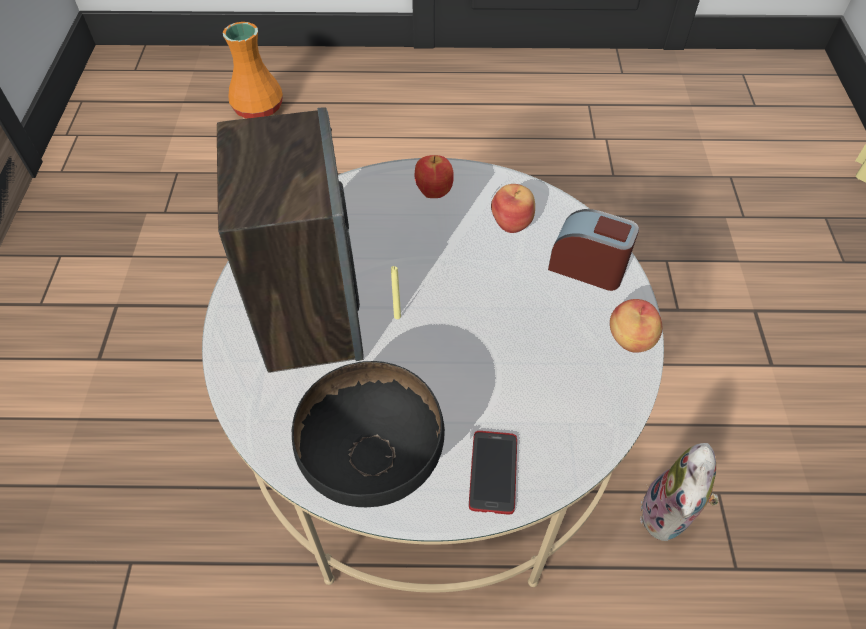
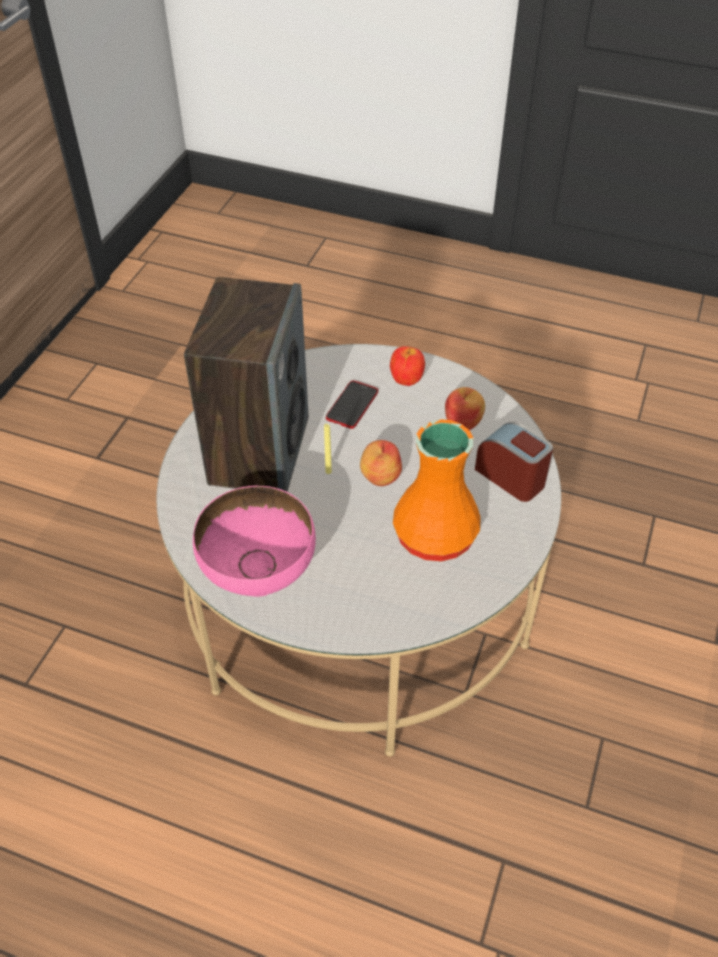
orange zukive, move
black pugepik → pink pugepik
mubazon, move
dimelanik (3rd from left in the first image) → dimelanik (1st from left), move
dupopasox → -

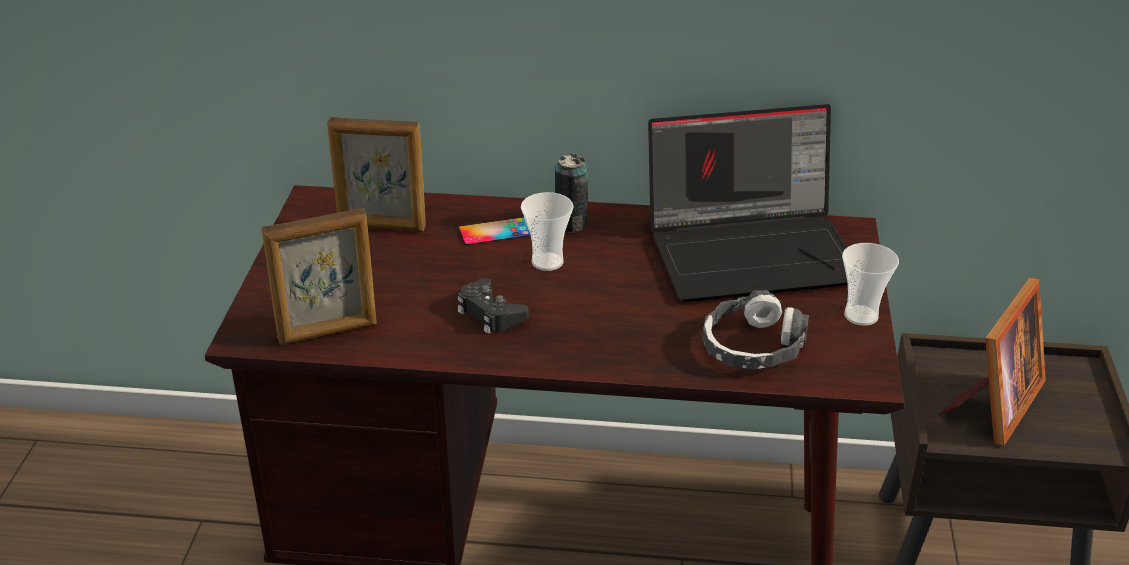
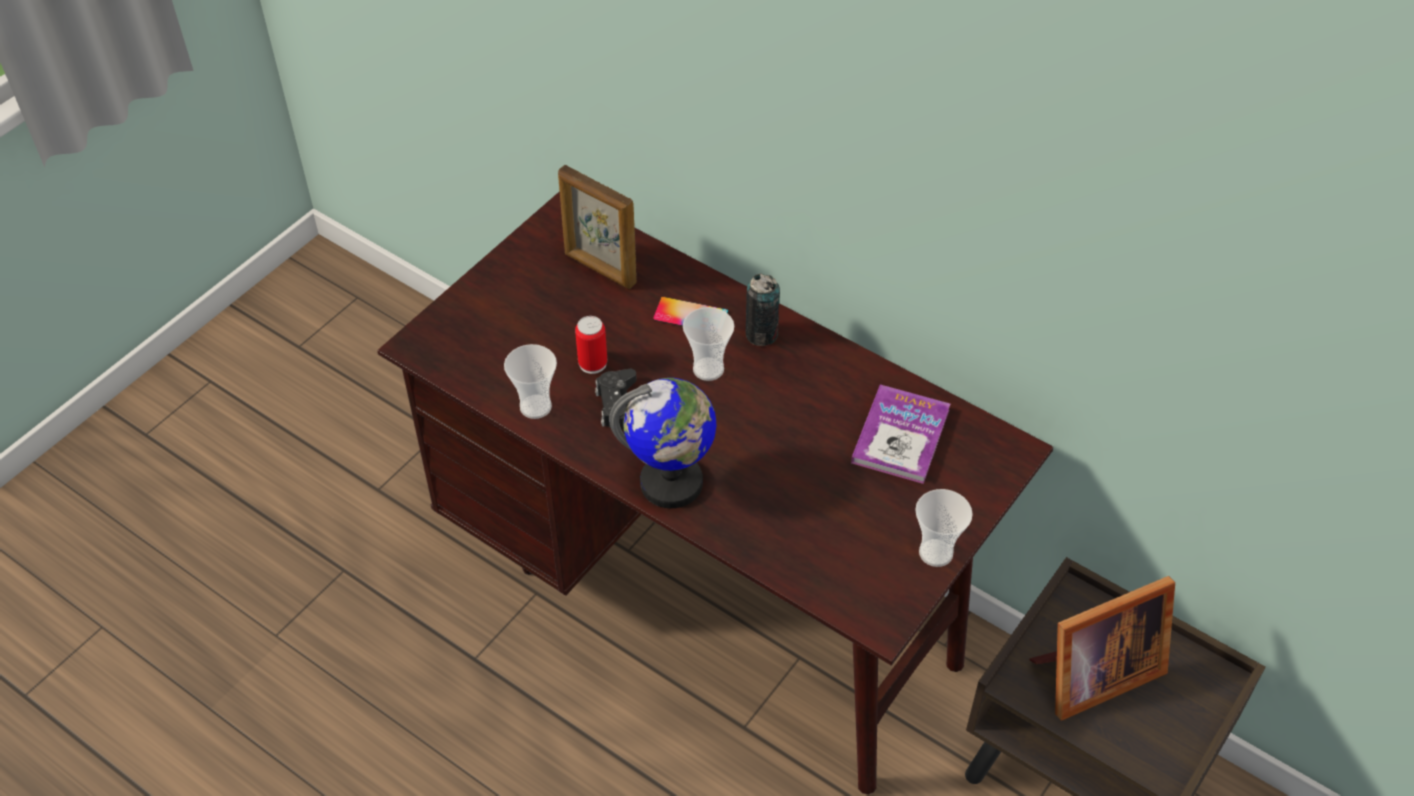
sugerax (1st from left) → -
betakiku → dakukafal
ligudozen → -
- → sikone (1st from left)
- → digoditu (1st from left)
- → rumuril

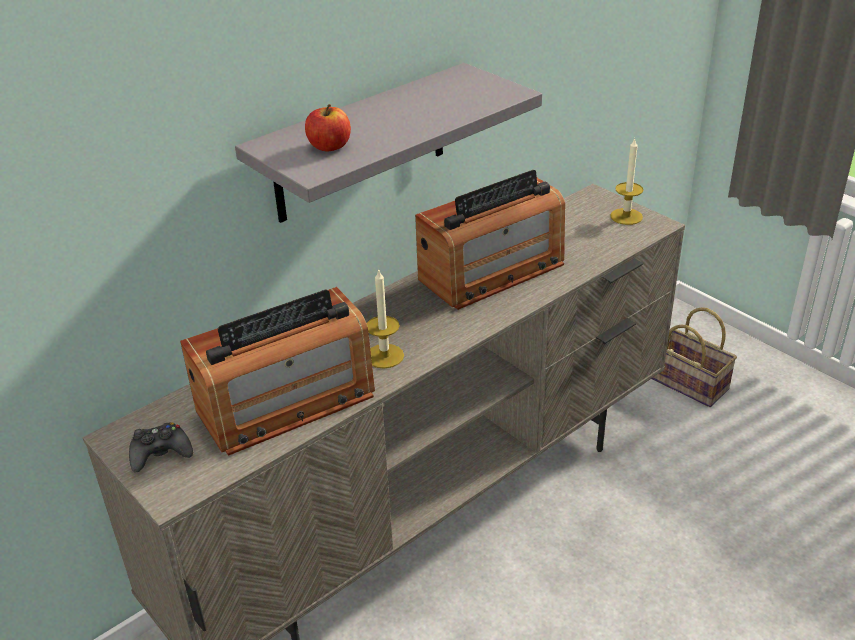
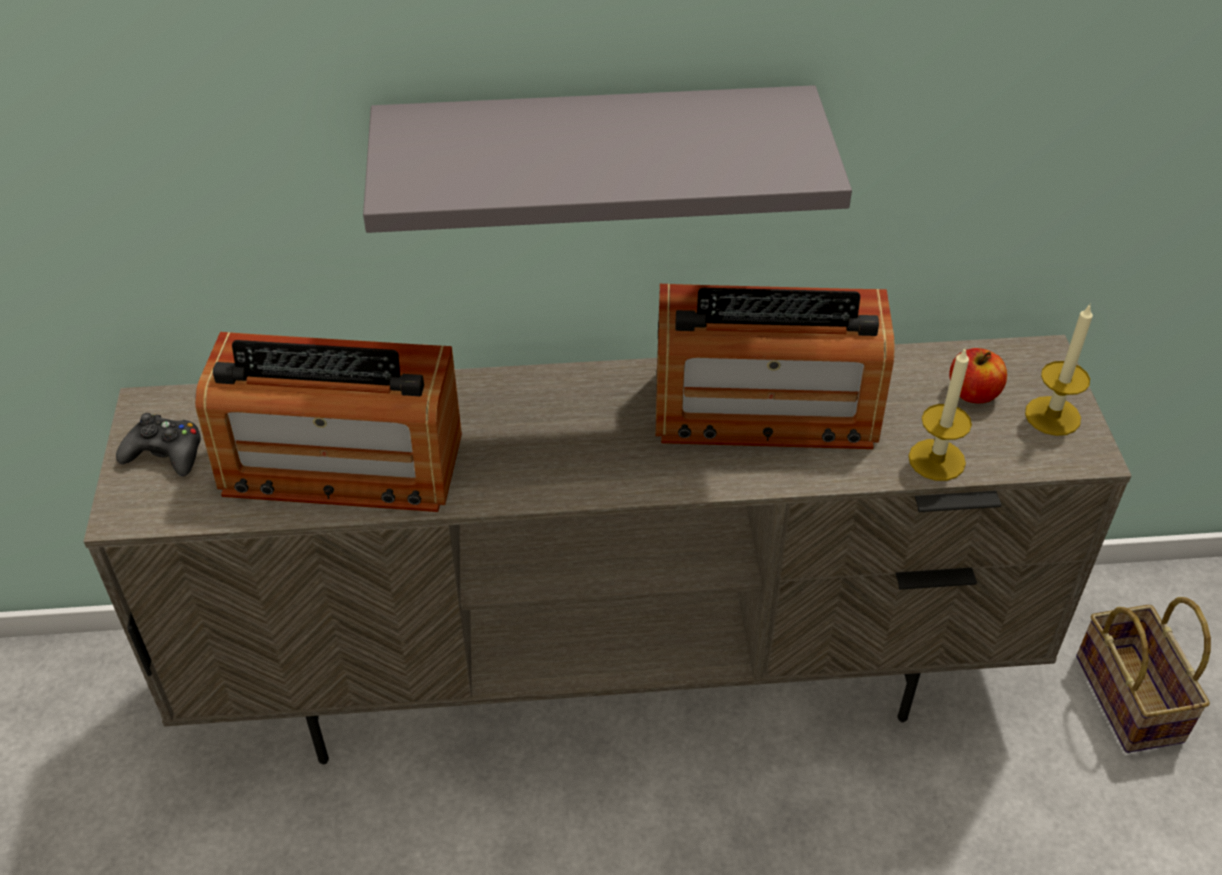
dimelanik, move
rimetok (1st from left), move

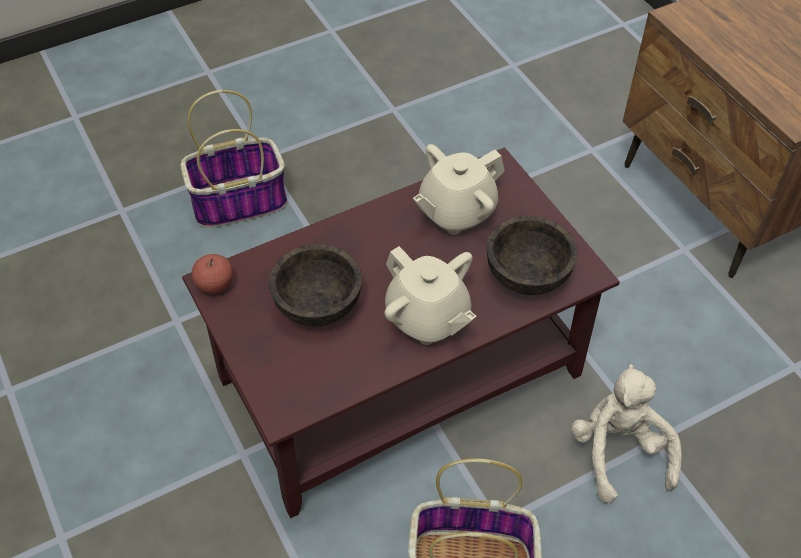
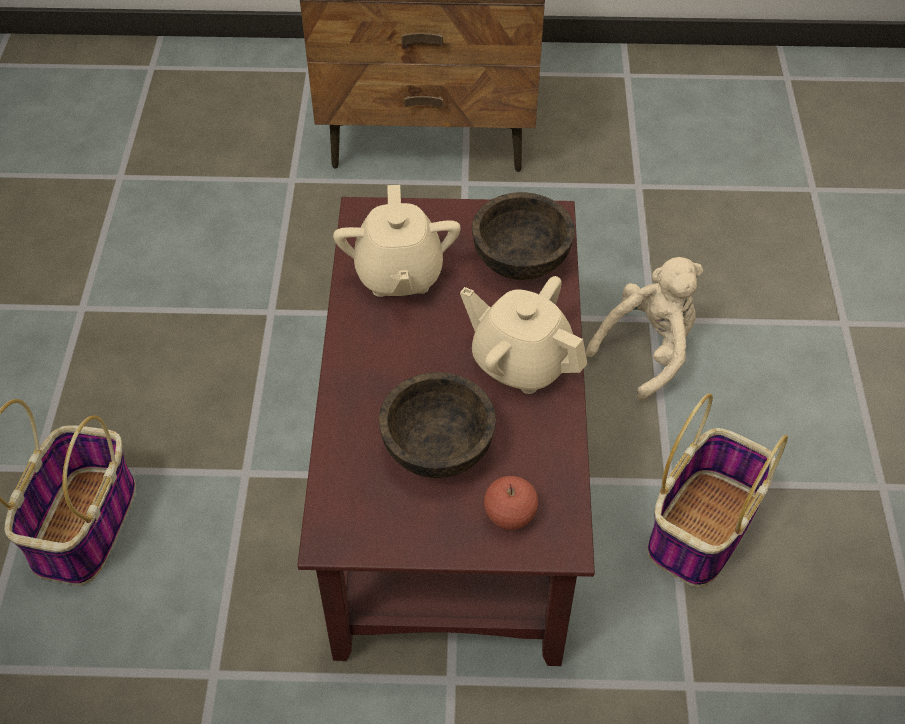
dimelanik, move
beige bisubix (1st from left in the first image) → beige bisubix (2nd from left), 135 degrees counterclockwise
beige dupopasox, 120 degrees clockwise

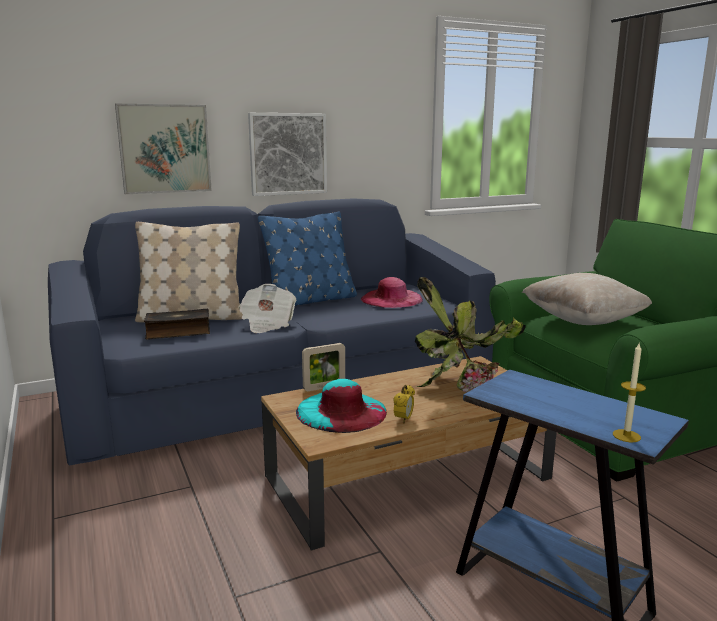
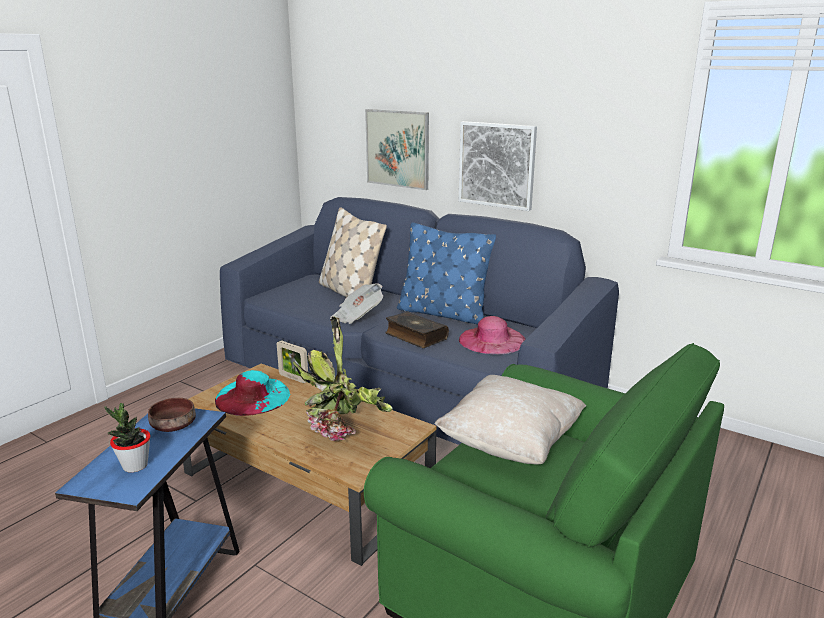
dakukafal, move
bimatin → -
rimetok → -
- → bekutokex (1st from left)
- → brown pugepik

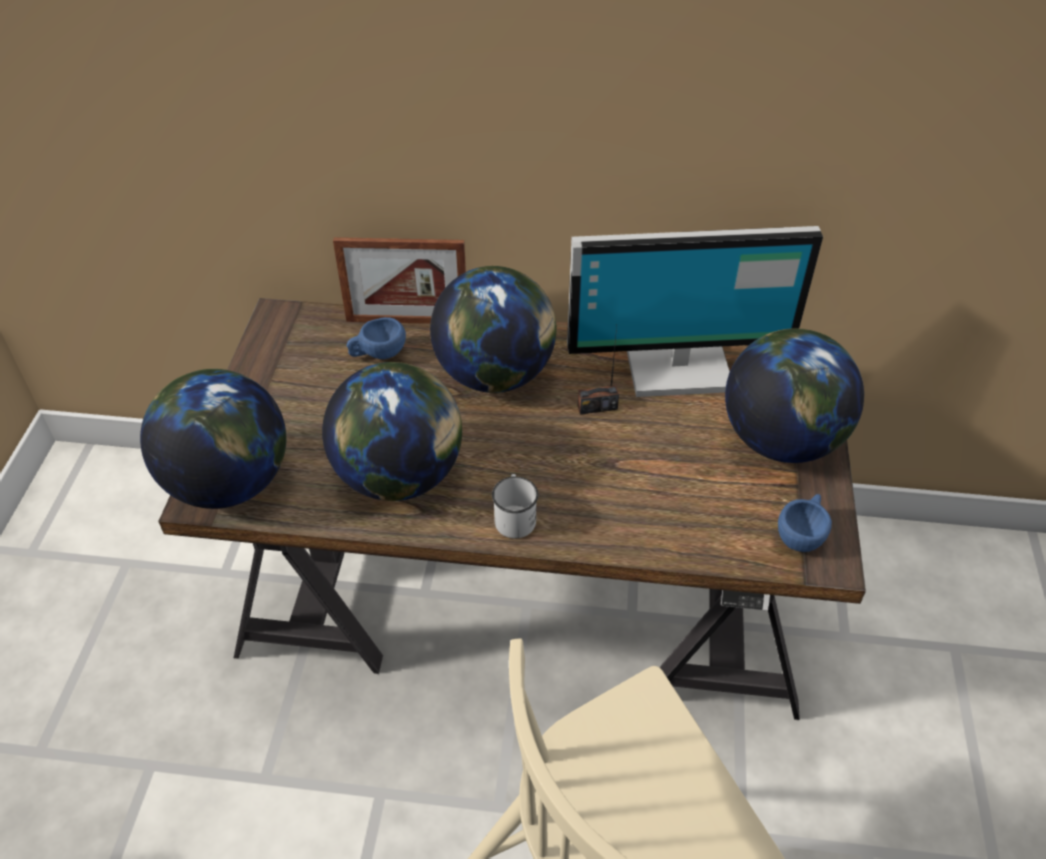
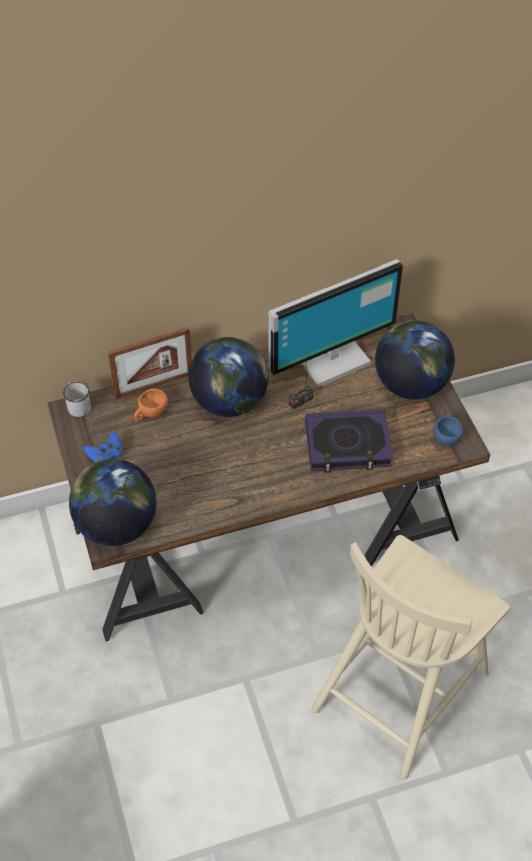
rumuril (2nd from left) → -
blue sikone (1st from left) → orange sikone
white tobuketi, move
- → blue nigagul
- → dakukafal

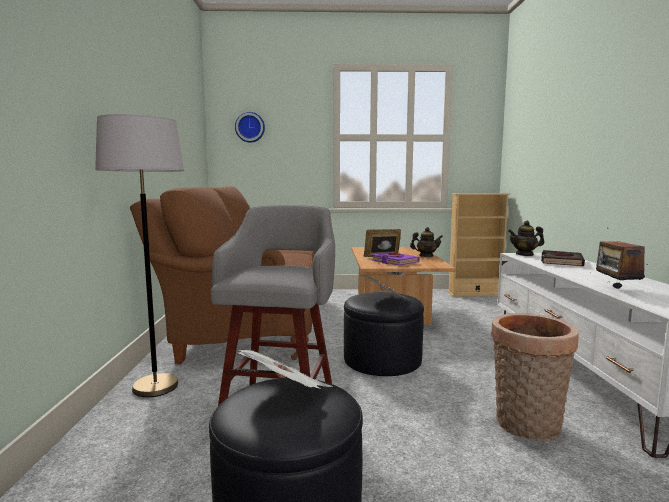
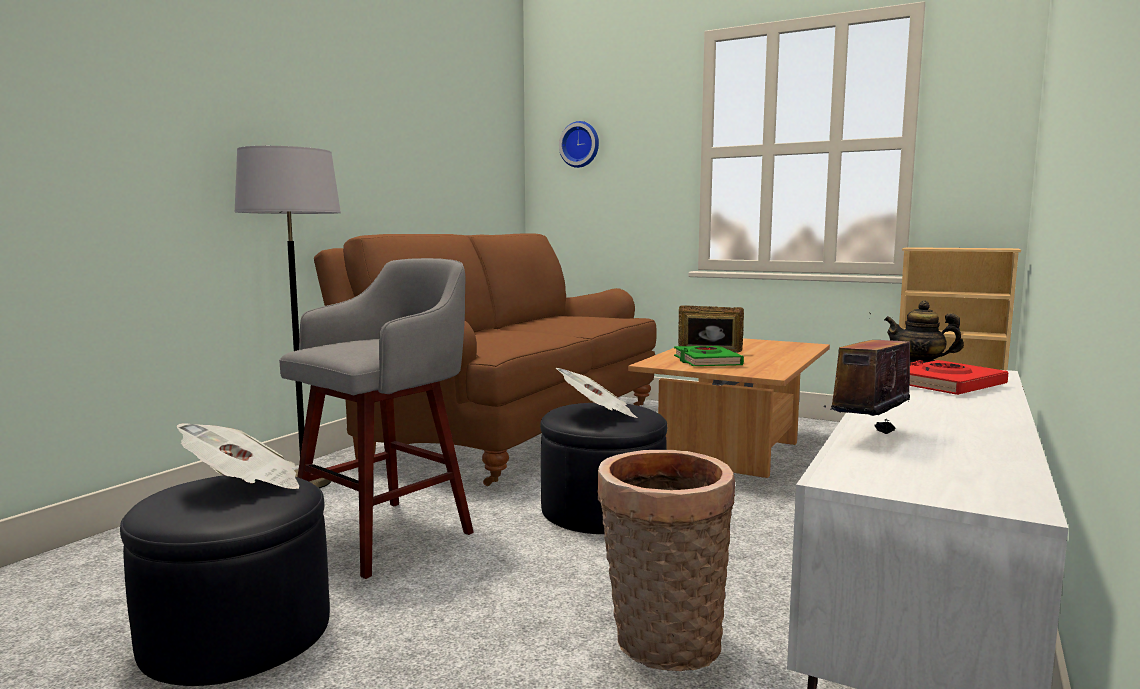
purple dakukafal → green dakukafal
bisubix (1st from left) → -
black dakukafal → red dakukafal

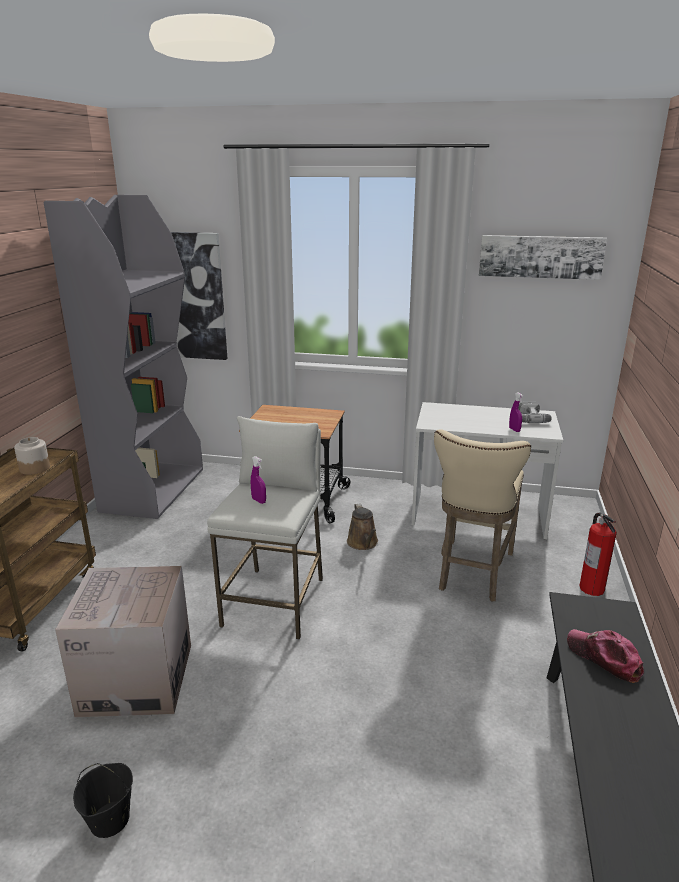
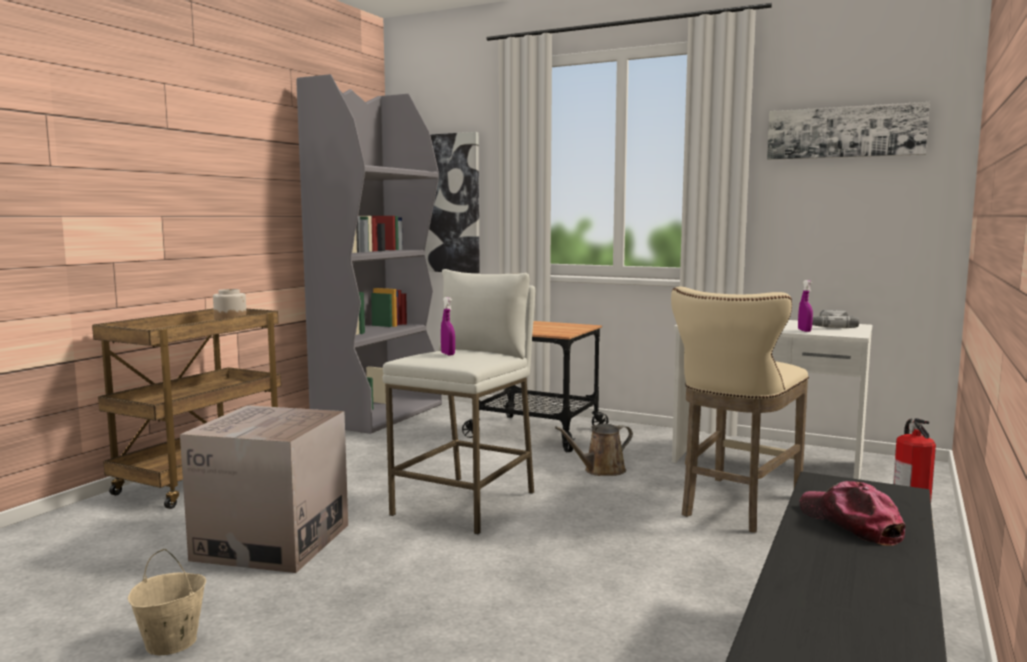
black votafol → beige votafol
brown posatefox, 60 degrees clockwise

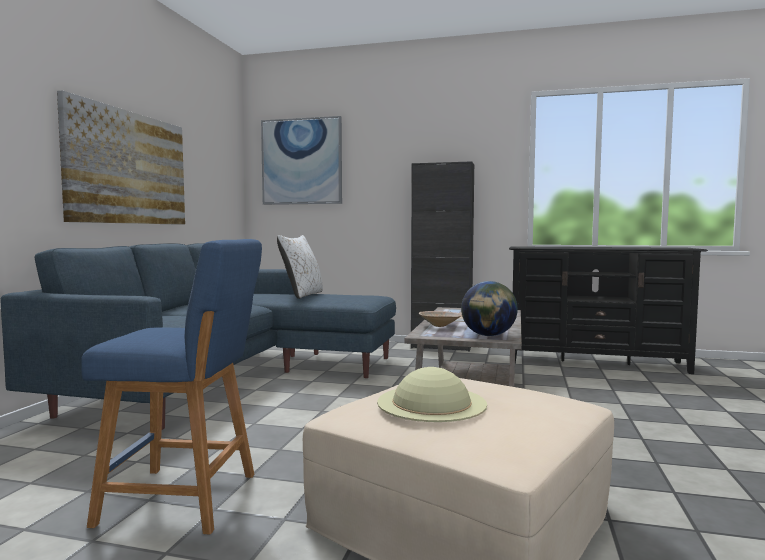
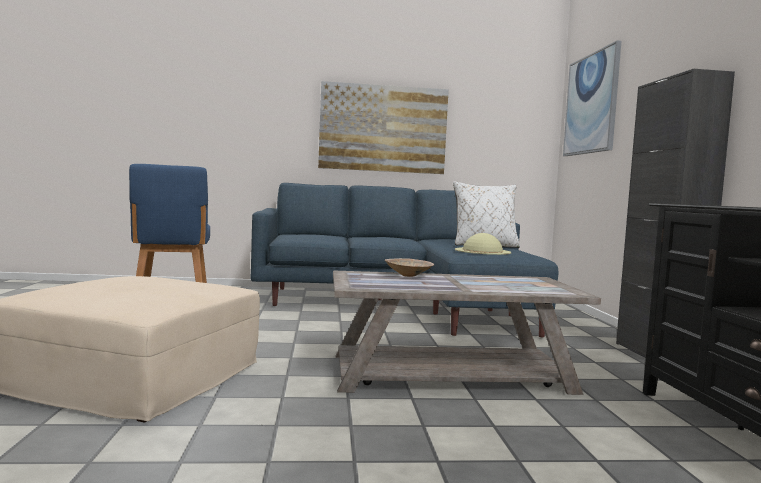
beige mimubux, move
rumuril → -

